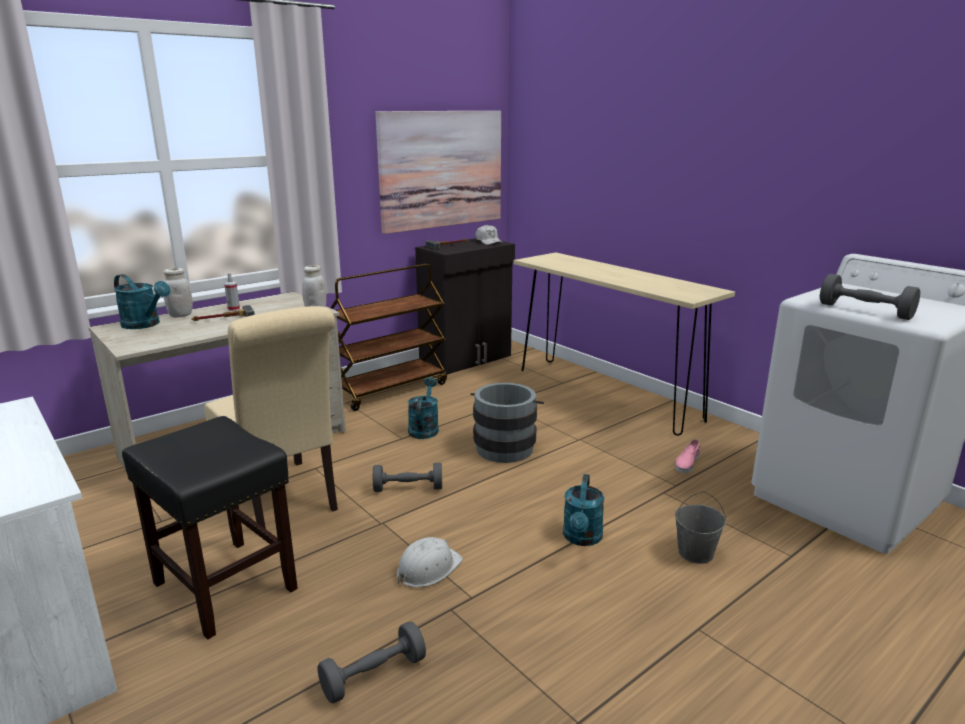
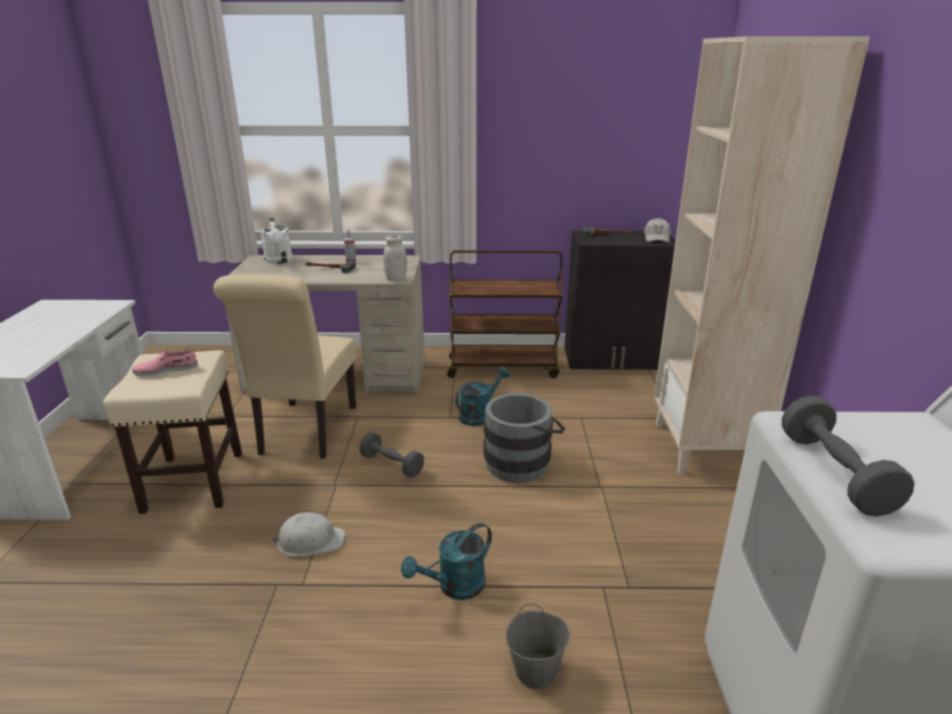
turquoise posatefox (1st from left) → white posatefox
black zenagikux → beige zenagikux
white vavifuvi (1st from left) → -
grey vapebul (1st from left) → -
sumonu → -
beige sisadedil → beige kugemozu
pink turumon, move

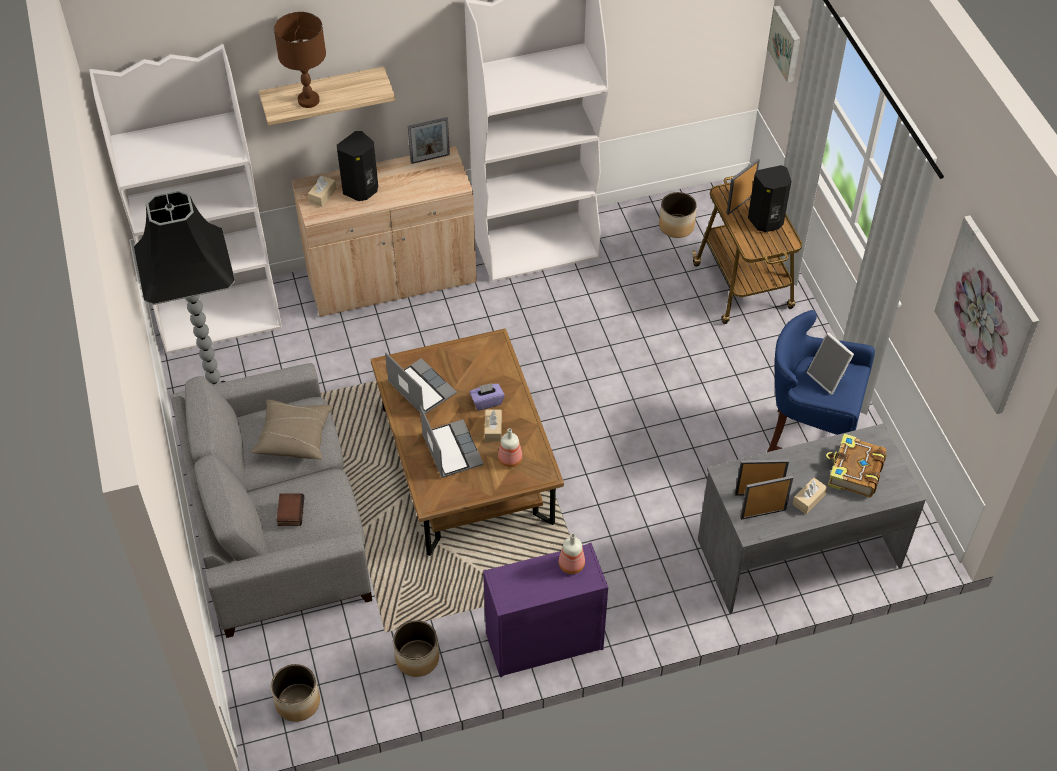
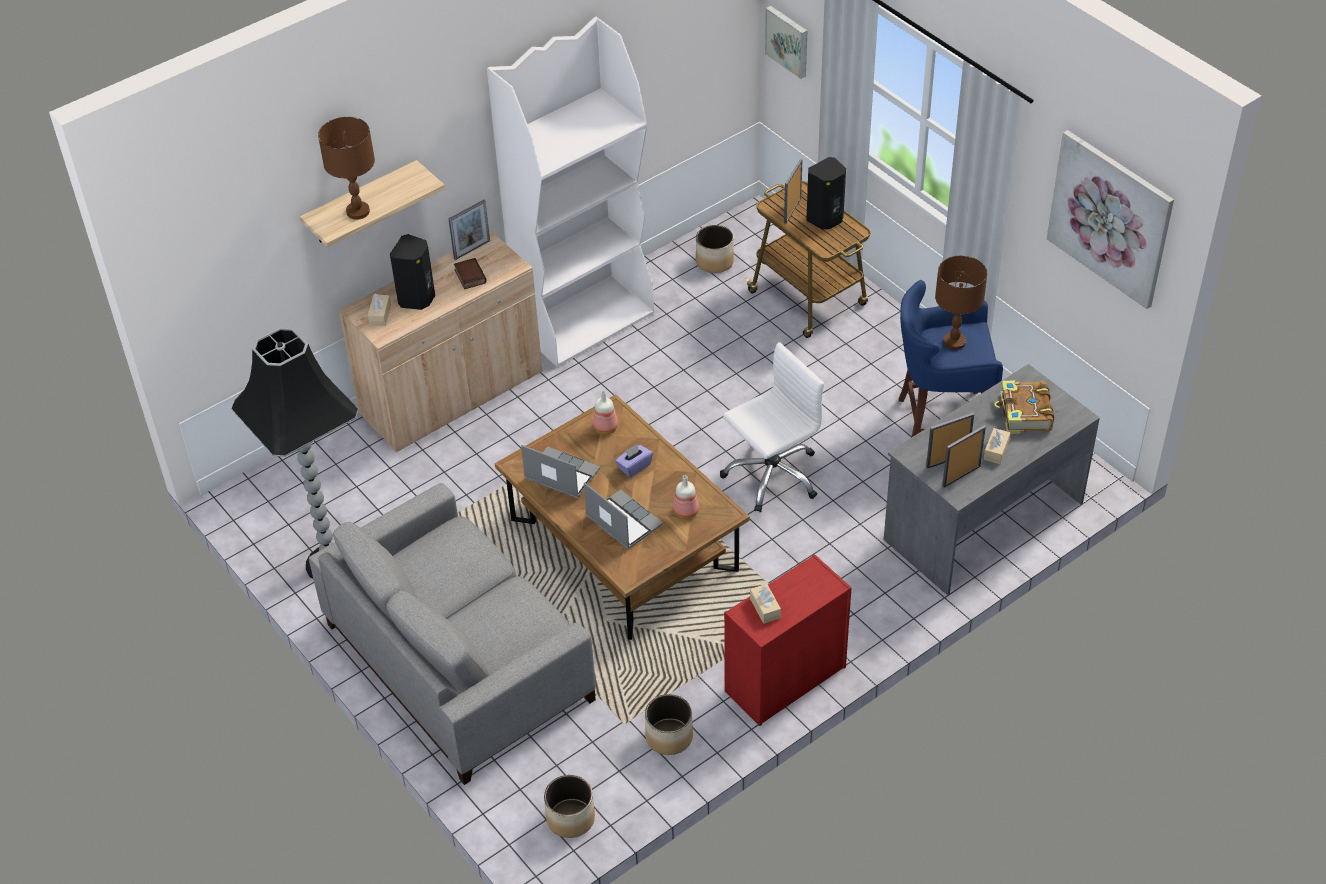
white kugemozu (1st from left) → -
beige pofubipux → -
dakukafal (1st from left), move
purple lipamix → red lipamix
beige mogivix (2nd from left), move
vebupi (2nd from left in the first image) → vebupi (1st from left), move
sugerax (5th from left) → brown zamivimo (2nd from left)
- → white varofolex

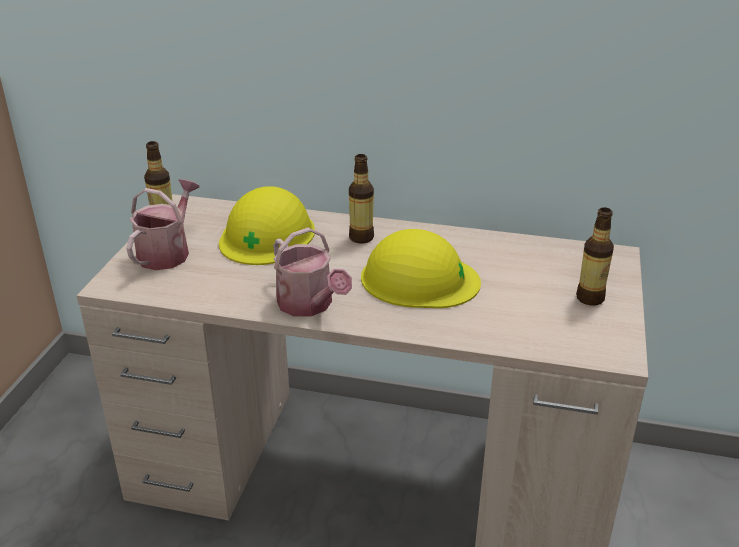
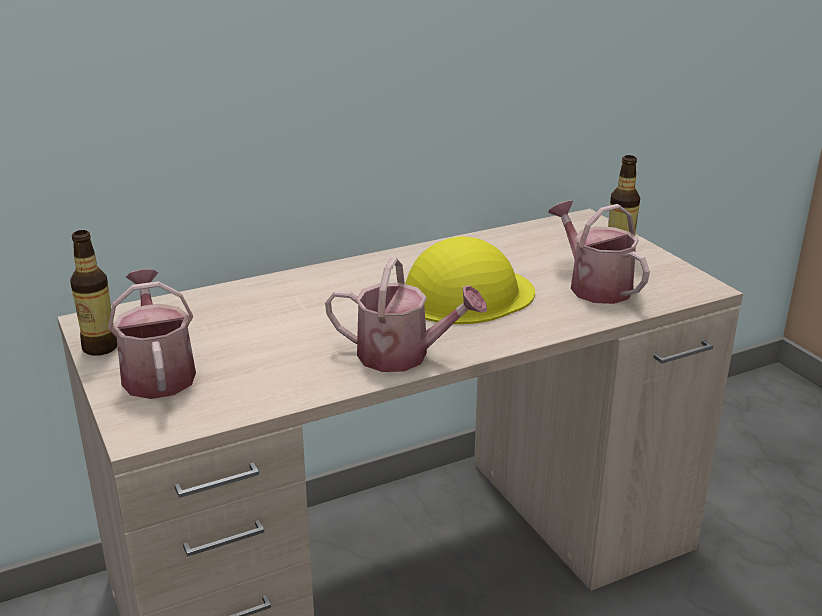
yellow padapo (1st from left) → -
vebupi (2nd from left) → -
- → posatefox (3rd from left)

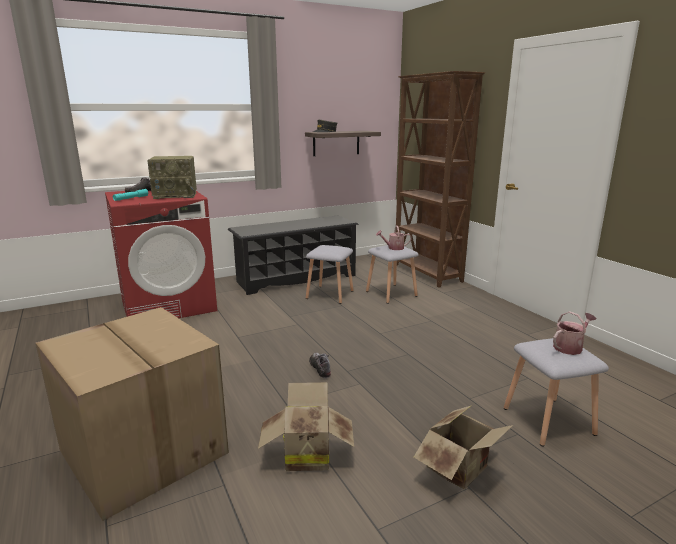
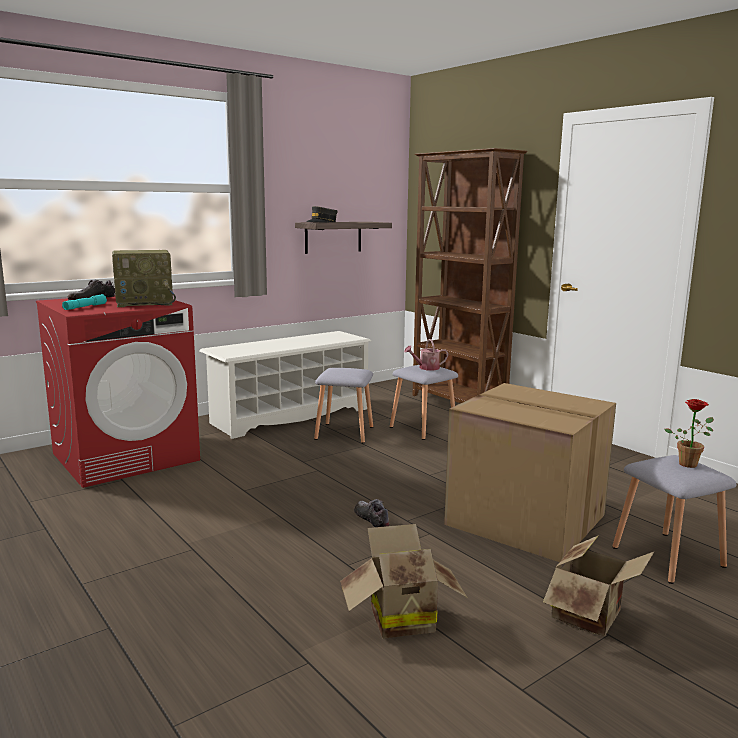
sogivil (1st from left in the first image) → sogivil (2nd from left), move
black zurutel → white zurutel
posatefox (2nd from left) → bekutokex

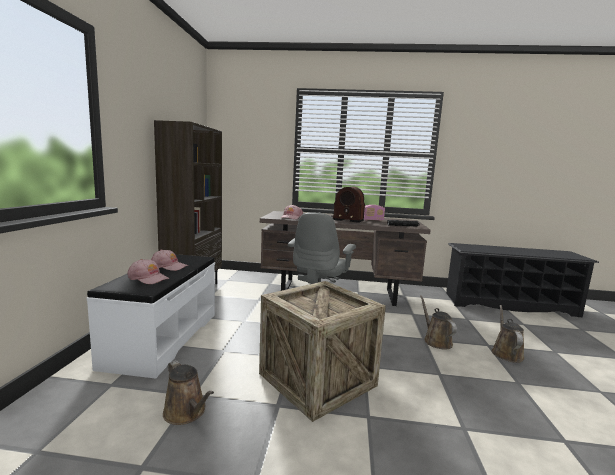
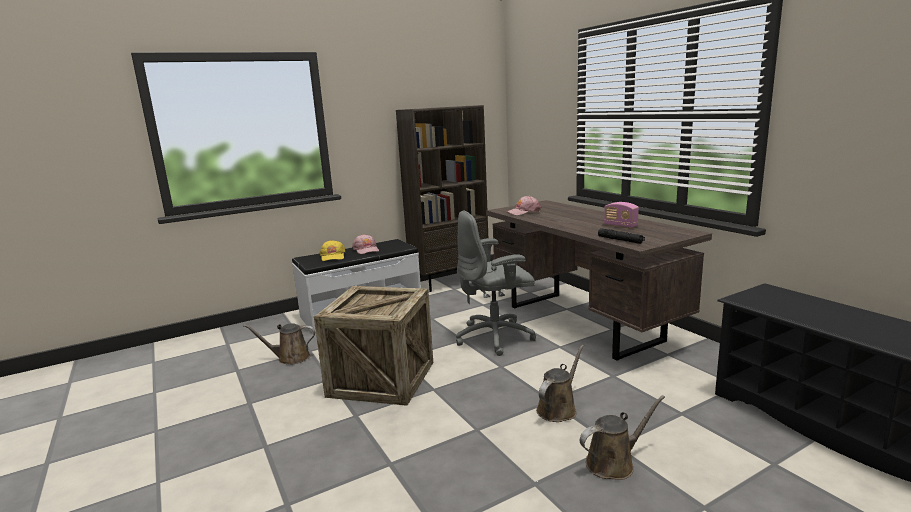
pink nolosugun (1st from left) → yellow nolosugun
brown posatefox (1st from left), 75 degrees clockwise
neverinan (1st from left) → -

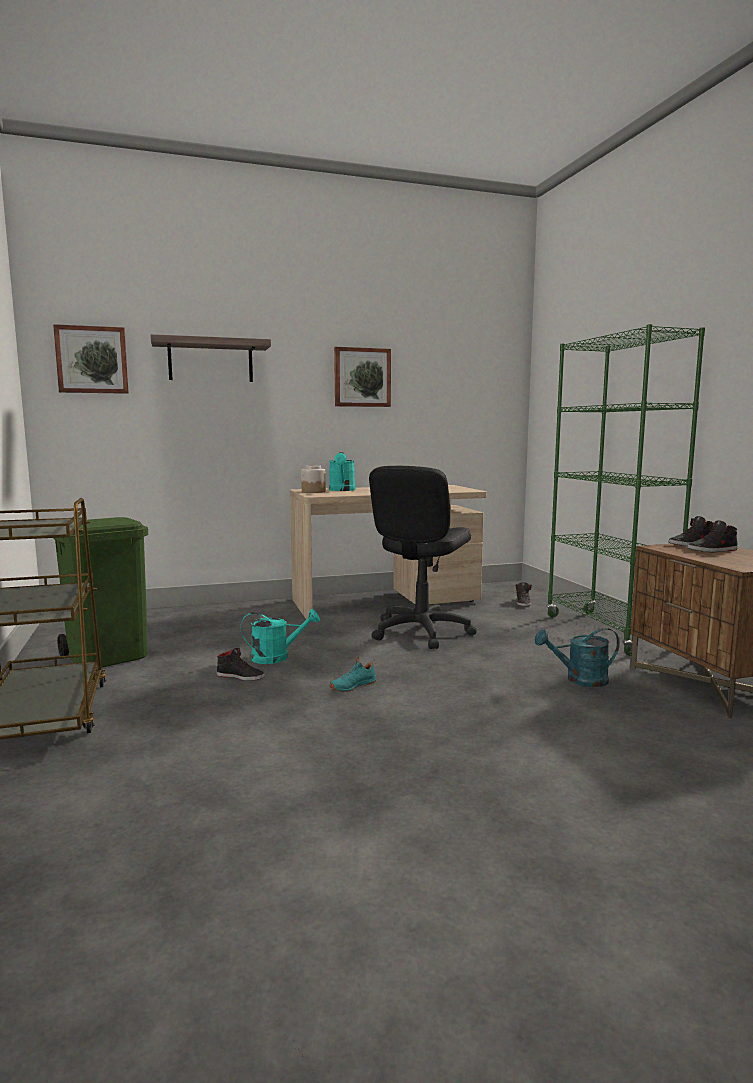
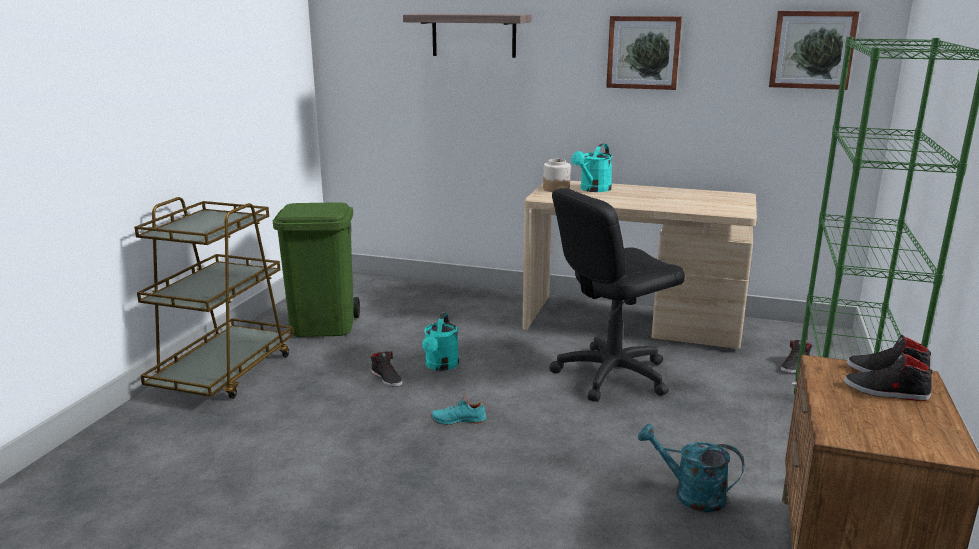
sumonu (1st from left in the first image) → sumonu (2nd from left), move
turquoise posatefox (1st from left), 75 degrees clockwise

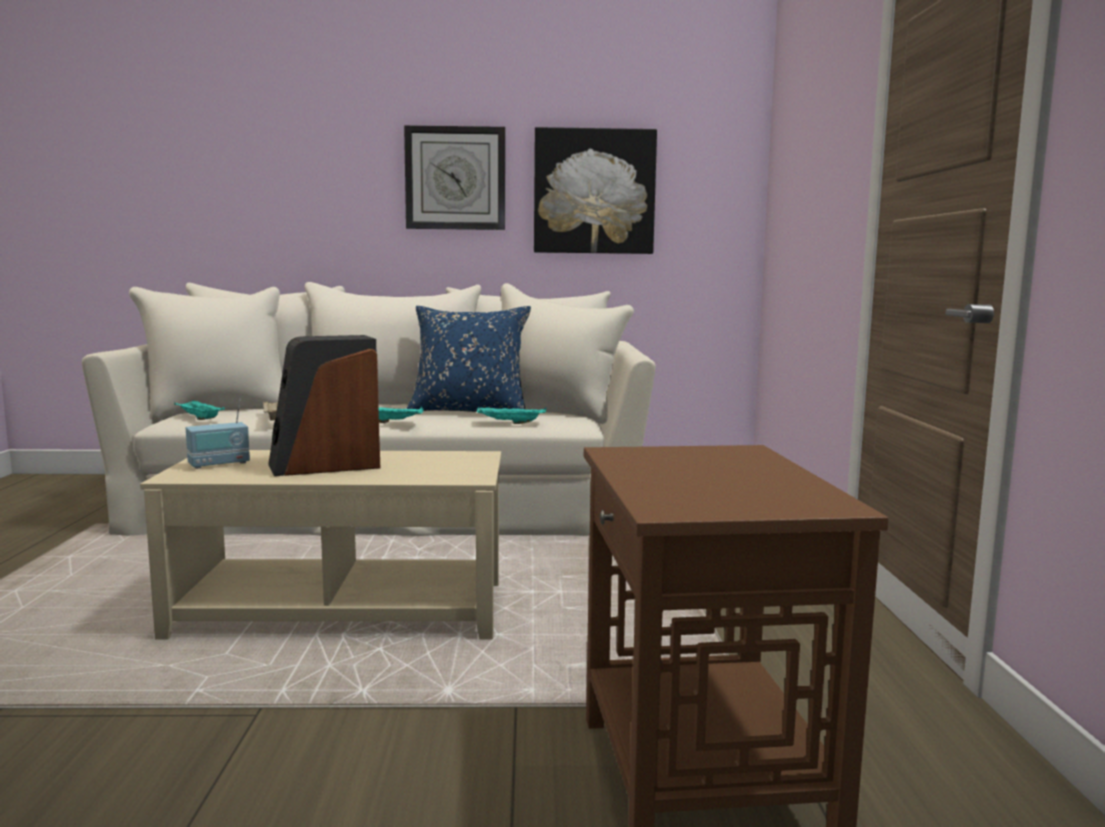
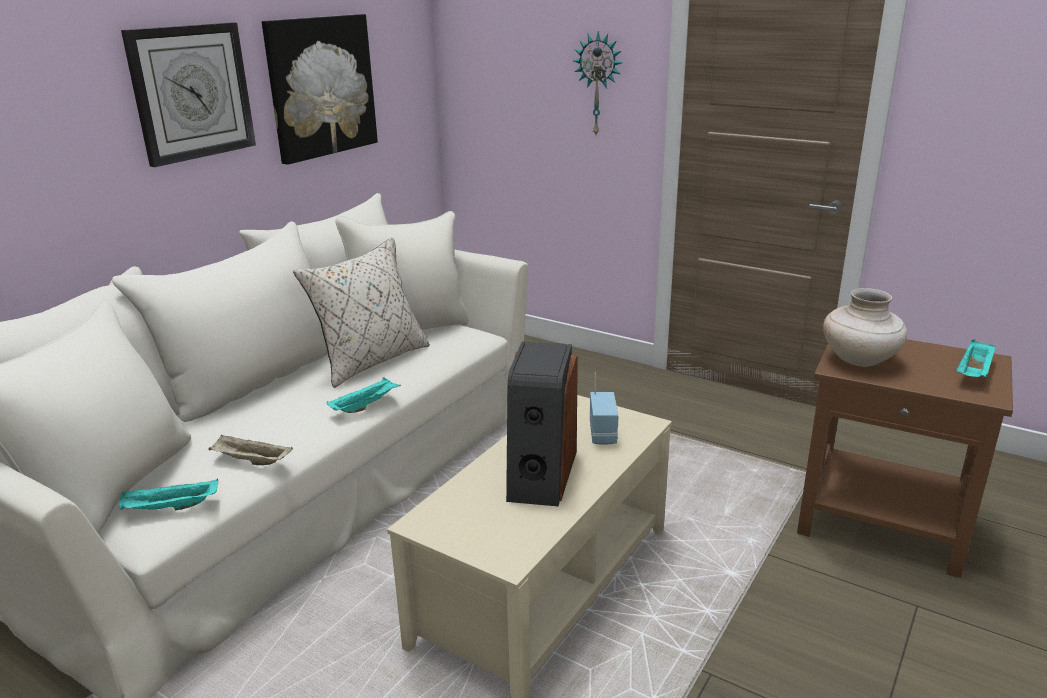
neverinan, move
blue pofubipux → beige pofubipux
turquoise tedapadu (3rd from left), move
- → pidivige (2nd from left)
- → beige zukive

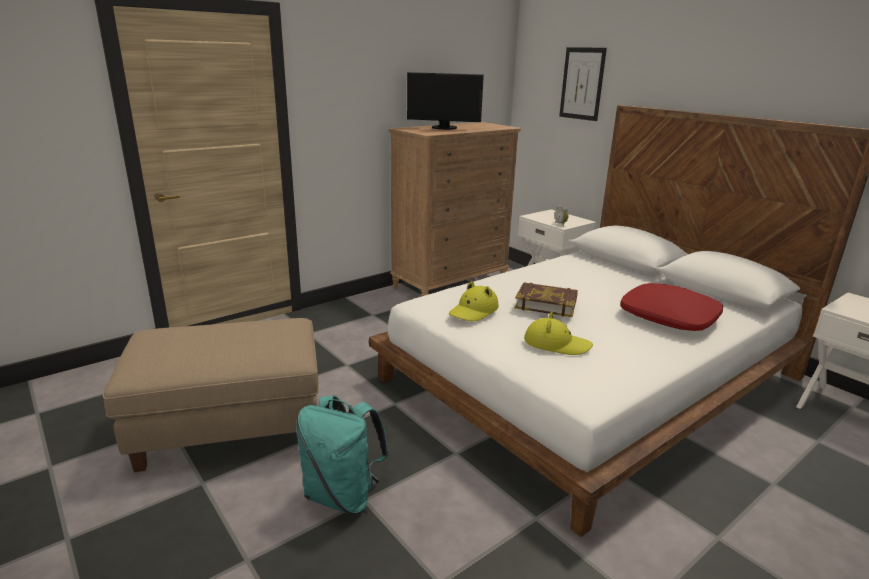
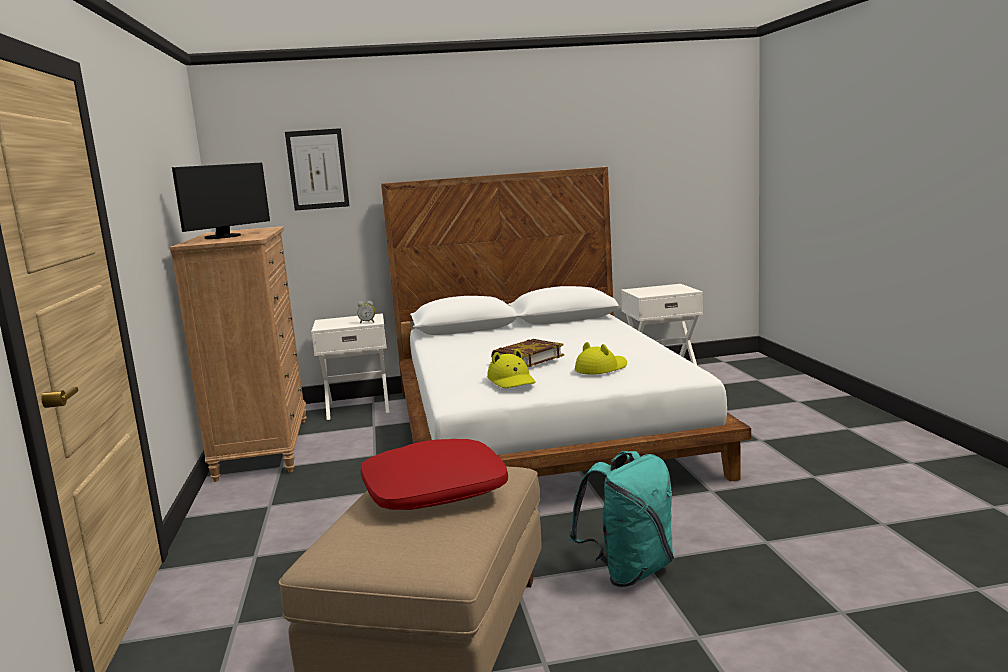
red pofubipux, move

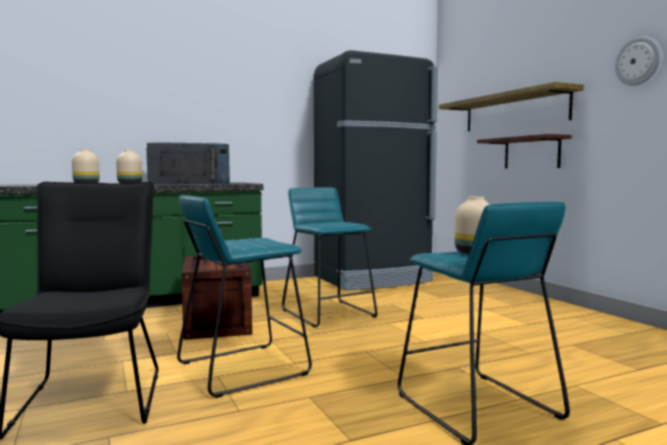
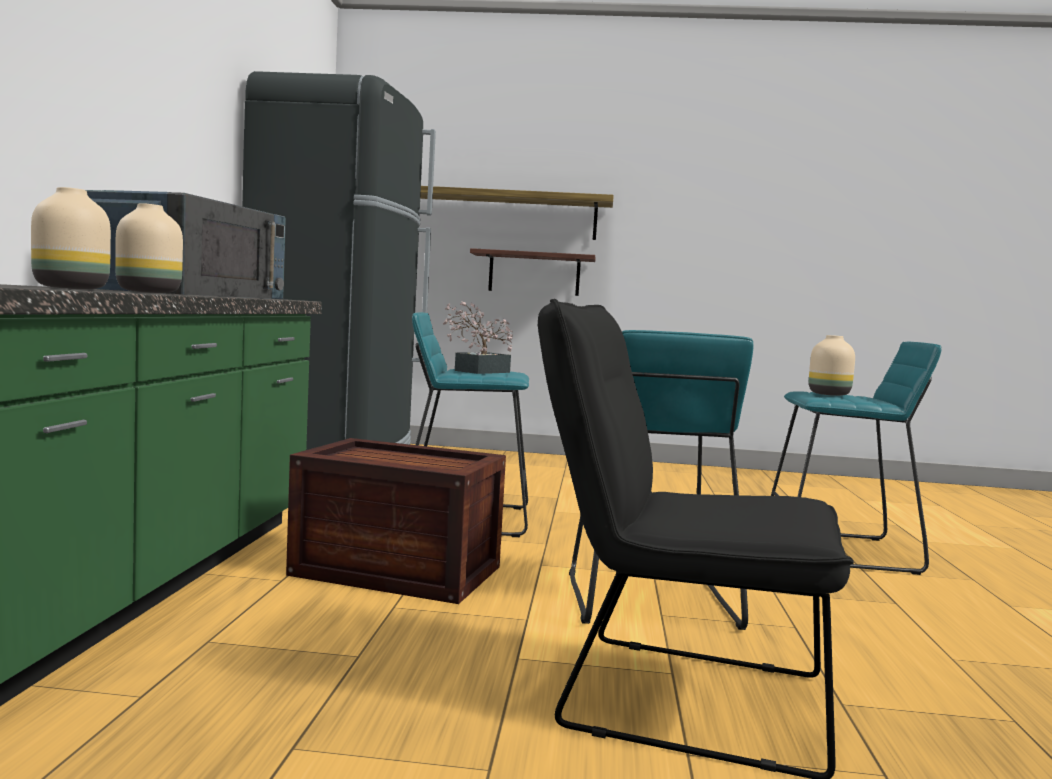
pidivige → -
- → bekutokex

